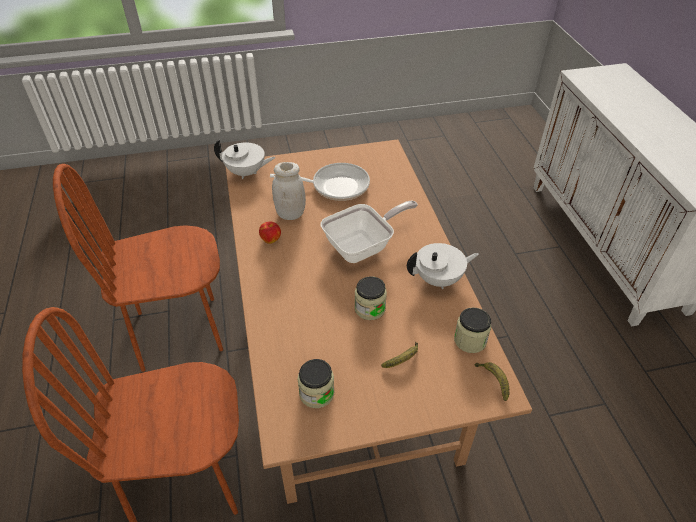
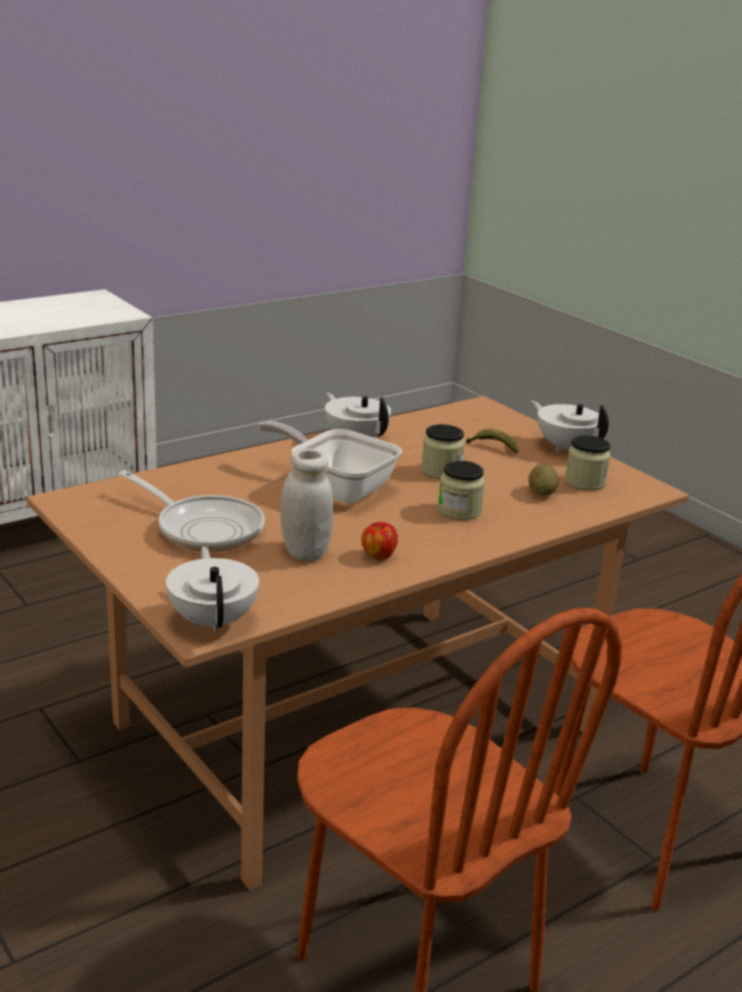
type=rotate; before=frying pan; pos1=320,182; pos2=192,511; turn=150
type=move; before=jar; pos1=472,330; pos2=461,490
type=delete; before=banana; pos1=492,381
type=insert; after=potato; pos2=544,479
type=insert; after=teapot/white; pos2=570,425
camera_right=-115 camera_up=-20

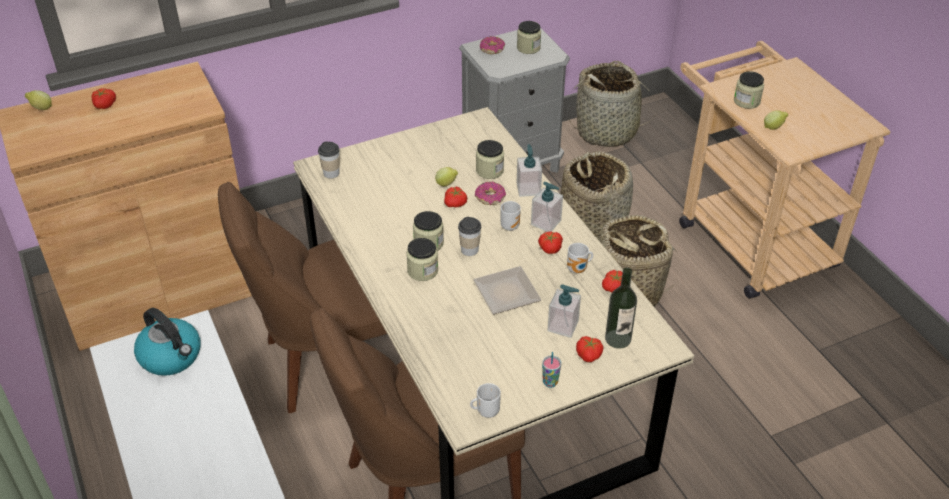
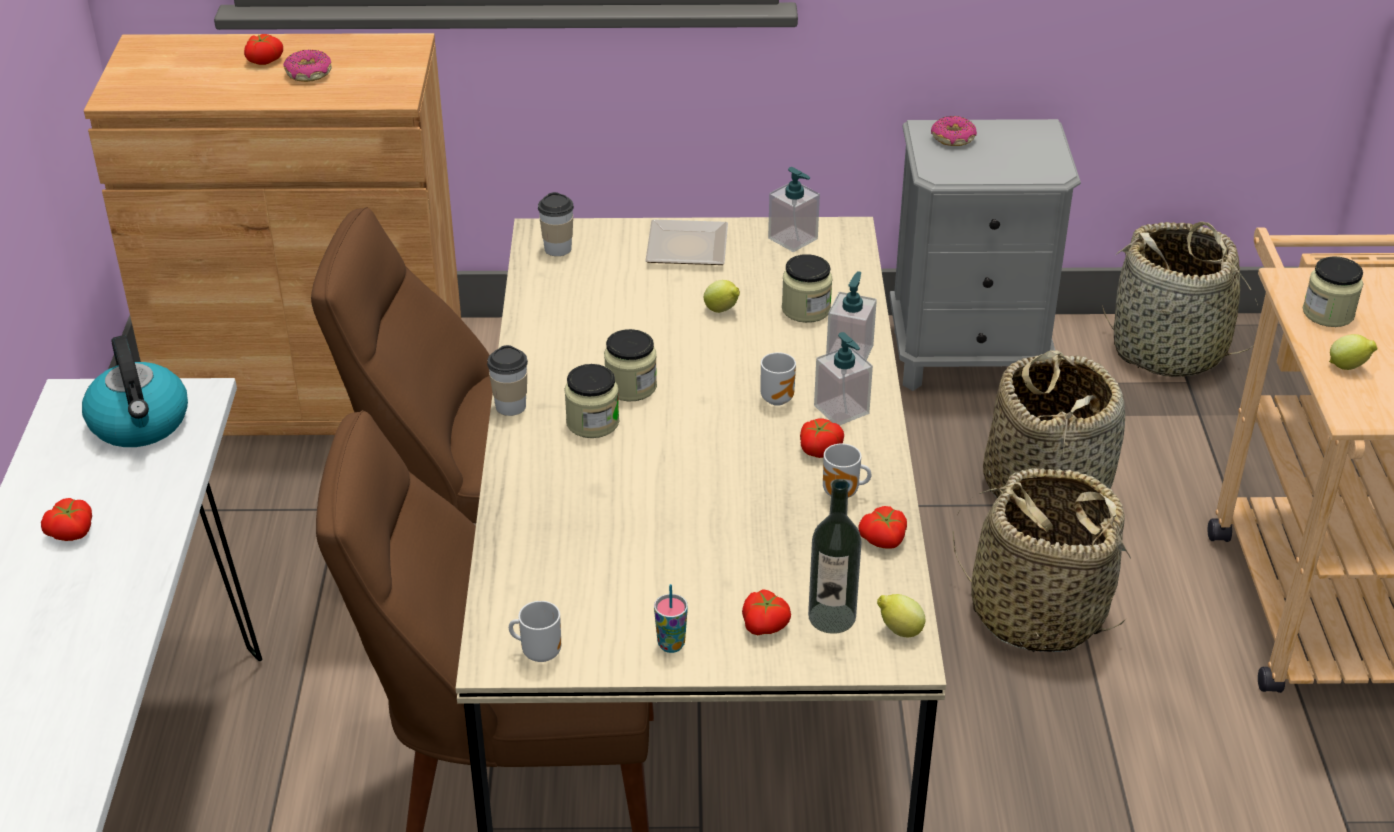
type=move; before=lemon; pos1=38,100; pos2=901,615
type=move; before=tomato; pos1=455,196; pos2=66,519
type=move; before=cup; pos1=469,236; pos2=507,380
type=move; before=plate; pos1=507,290; pos2=686,242
type=move; before=donut; pos1=490,193; pos2=307,66
type=delete; before=jar; pos1=529,37
type=move; before=soap dispenser; pos1=564,311; pos2=794,209
camera_right=25 camera_up=-5

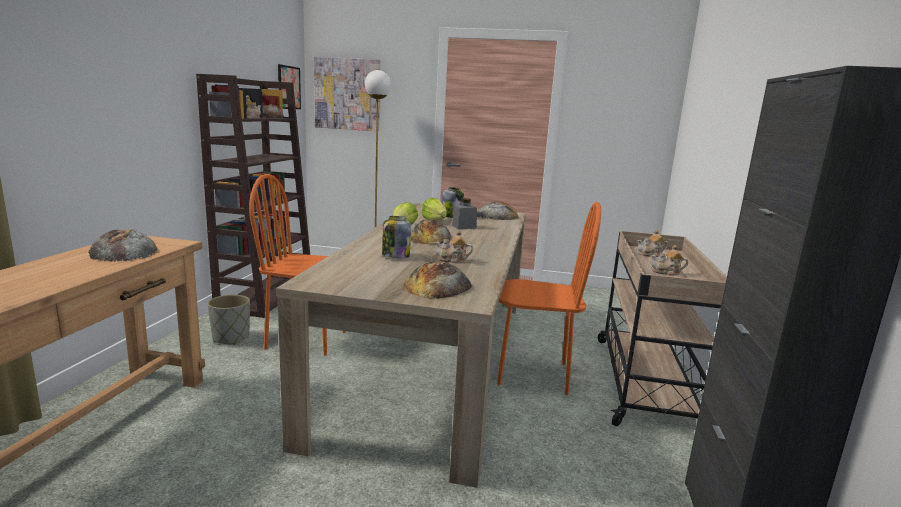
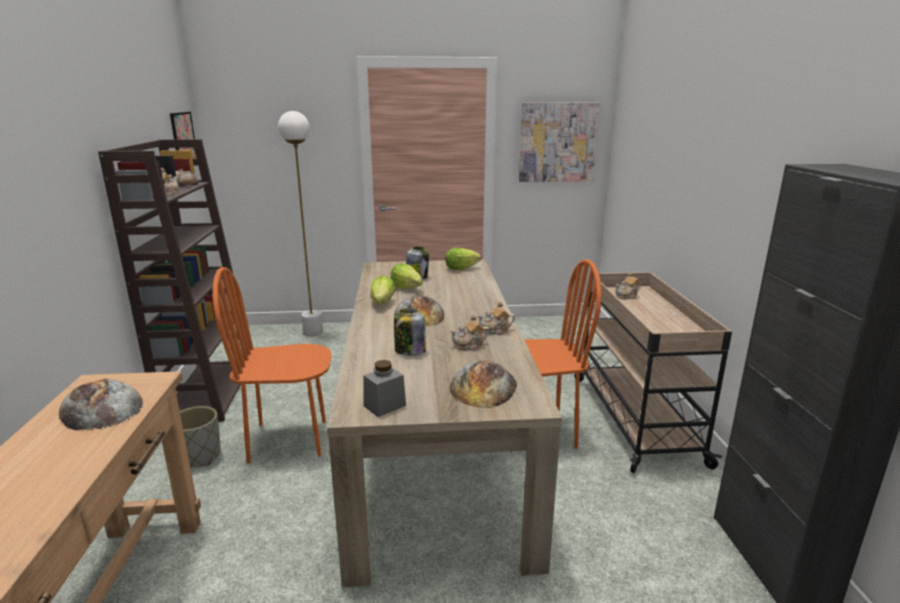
type=move; before=picture; pos1=347,94; pos2=559,142
type=move; before=jar/grey; pos1=464,213; pos2=384,388
type=replace; before=bread; after=lettuce; pos1=498,211; pos2=463,259
type=move; before=teapot; pos1=669,260; pos2=496,318
camera_right=-15 camera_up=5

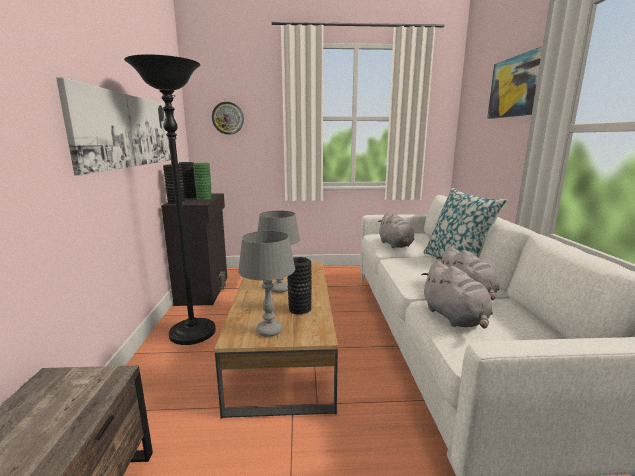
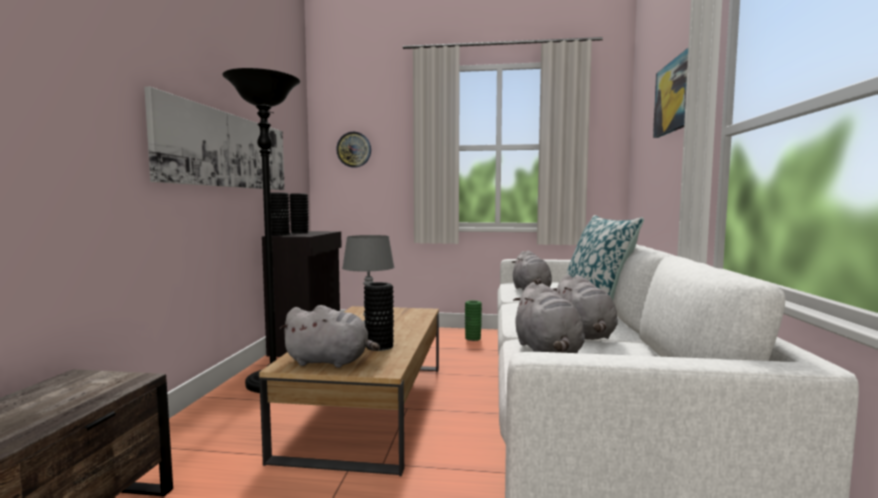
type=move; before=vase/green; pos1=202,181; pos2=473,320
type=replace; before=table lamp/grey; after=plush toy/grey; pos1=266,284; pos2=329,336
camera_right=10 camera_up=-10

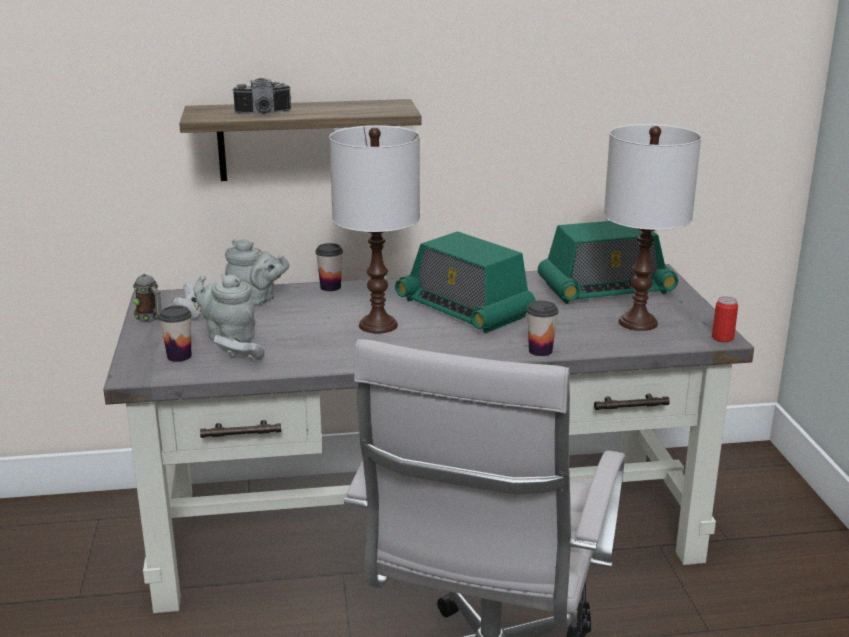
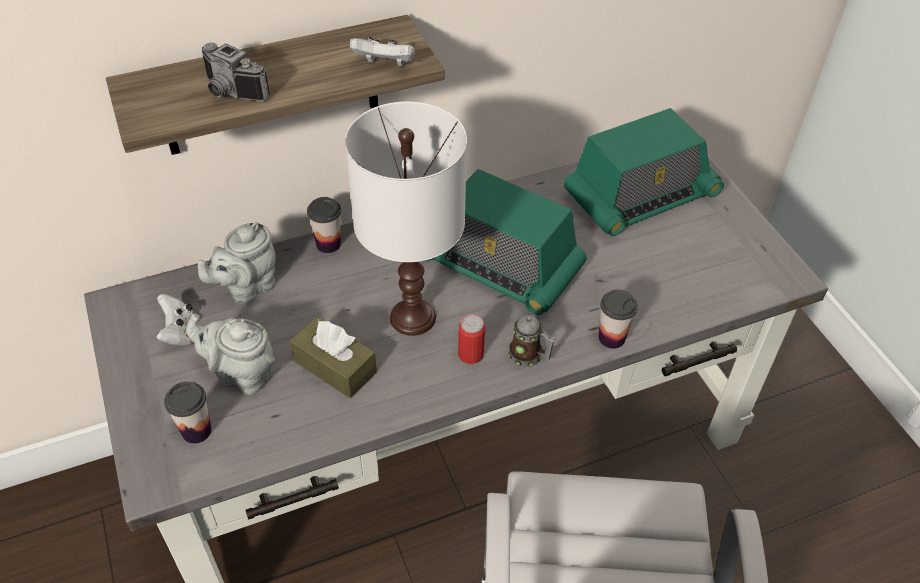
type=move; before=mug; pos1=147,297; pos2=531,341
type=move; before=game controller/white; pos1=239,348; pos2=382,51
type=rotate; before=teapot/grey; pos1=257,272; pos2=236,263; turn=135
type=rotate; before=photo camera; pos1=261,96; pos2=236,72; turn=60
type=delete; before=table lamp/white; pos1=652,227
type=move; before=can; pos1=725,319; pos2=471,339
type=insert; after=tissue box/brown; pos2=333,357
camera_right=-15 camera_up=25

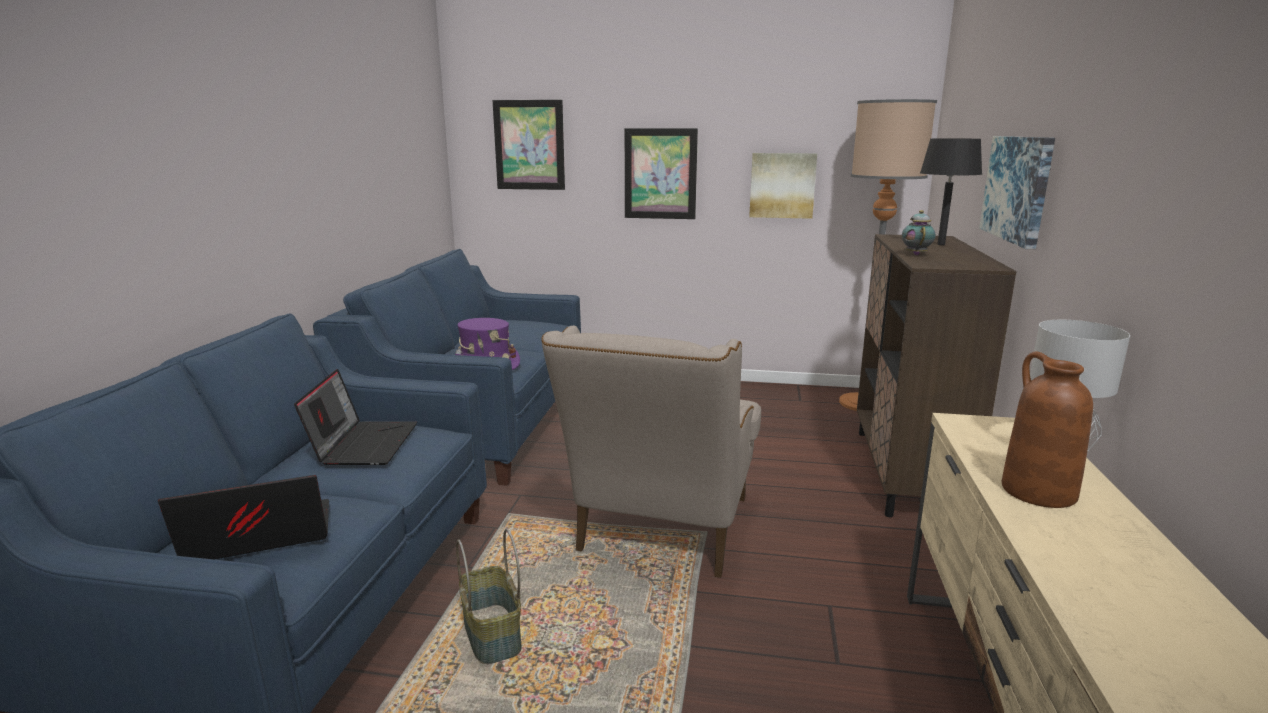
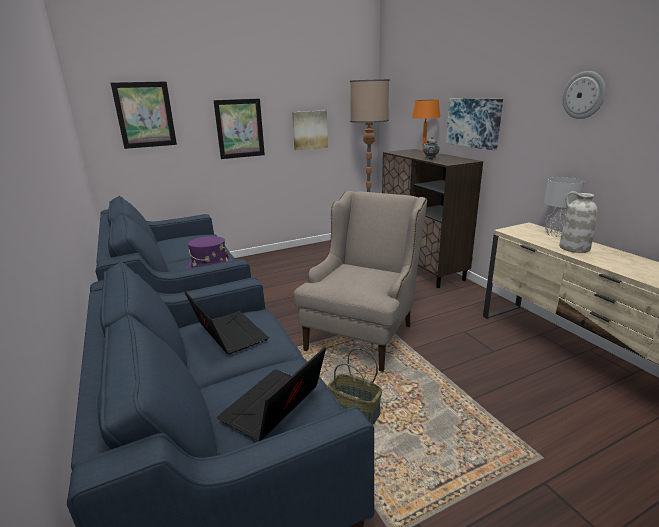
type=rotate; before=armchair/beige; pos1=651,451; pos2=360,281; turn=-135
type=recolor; before=table lamp/black; after=table lamp/orange; pos1=951,191; pos2=426,127
type=recolor; before=vase/brown; after=vase/white; pos1=1047,430; pos2=578,222
type=insert; after=wall clock; pos2=584,95
camera_right=-35 camera_up=5

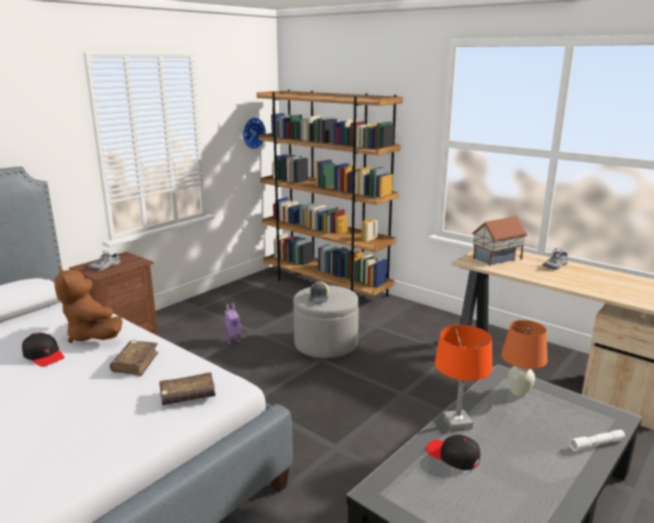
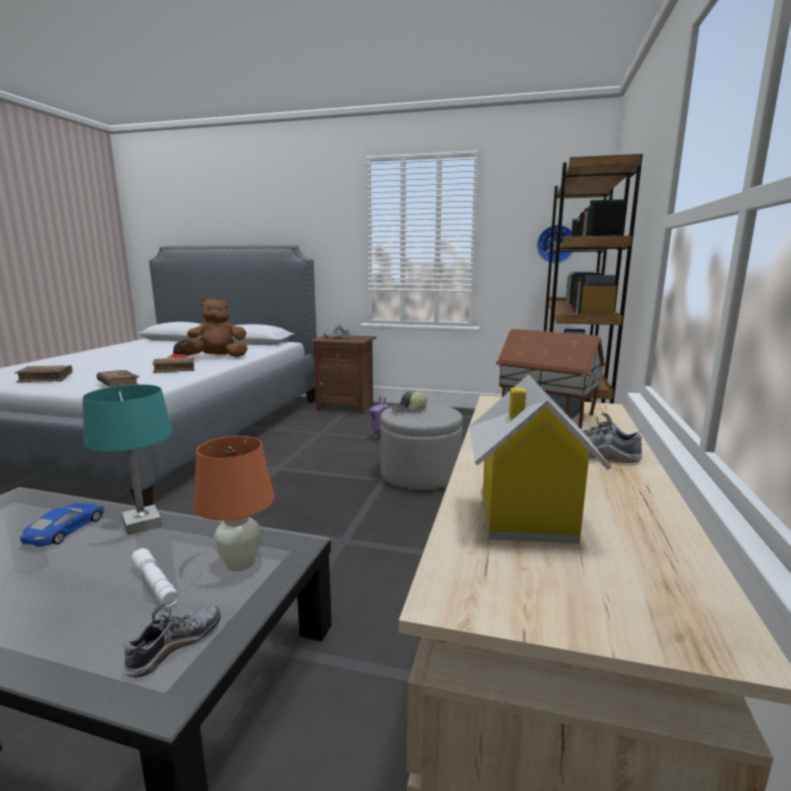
type=rotate; before=plush toy/brown; pos1=88,305; pos2=215,327; turn=45
type=replace; before=cap/black; after=toy car/blue; pos1=453,452; pos2=62,524
type=recolor; before=table lamp/orange; after=table lamp/turquoise; pos1=463,378; pos2=127,459
type=move; before=flashlight/white; pos1=597,440; pos2=155,577
type=insert; after=book/brown; pos2=44,373
type=insert; after=shoe; pos2=171,641
type=insert; after=toy house; pos2=540,459
camera_right=65 camera_up=-5

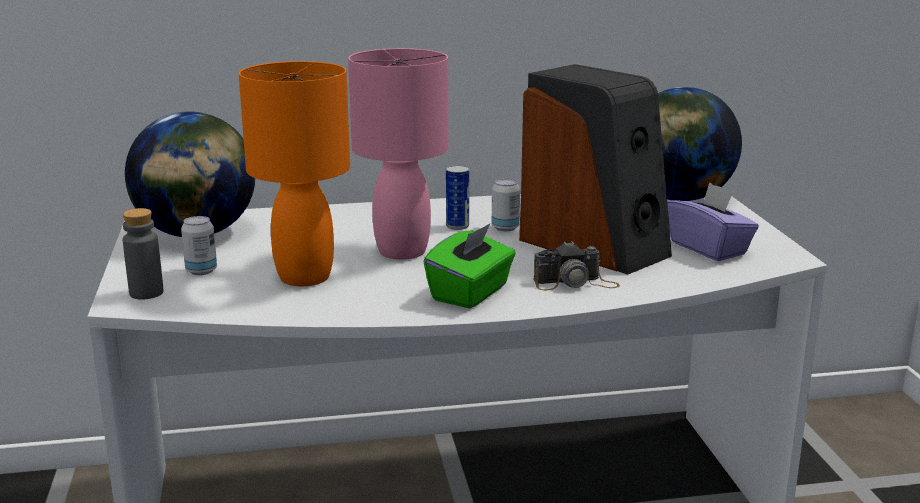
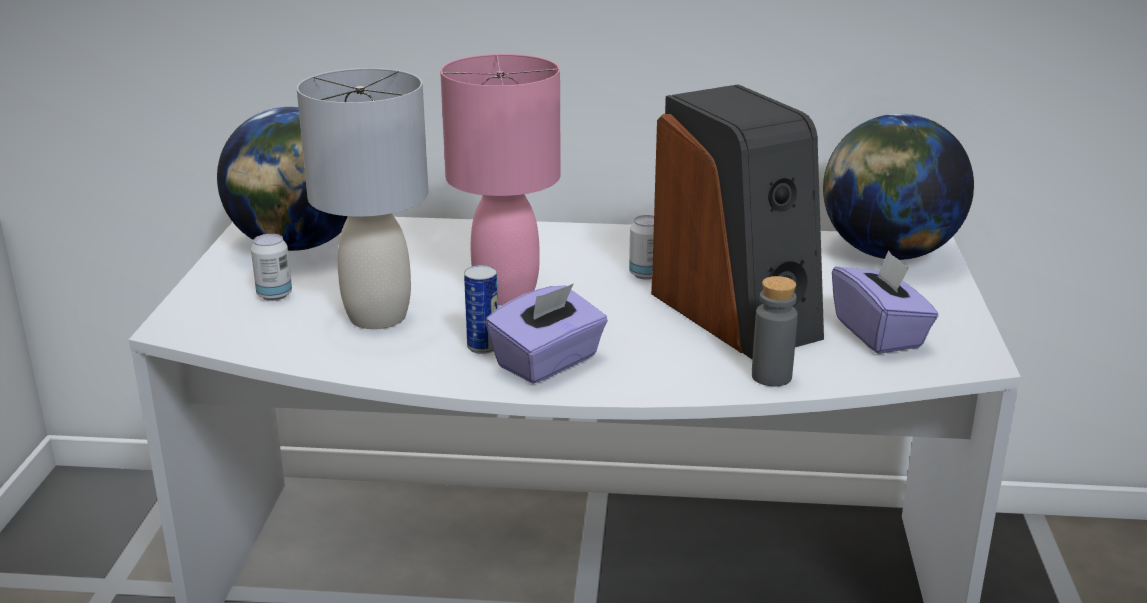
type=move; before=bottle/grey; pos1=143,254; pos2=775,331
type=recolor; before=table lamp/orange; after=table lamp/grey; pos1=294,173; pos2=363,198
type=recolor; before=tissue box/green; after=tissue box/purple; pos1=469,266; pos2=546,333
type=move; before=can; pos1=457,197; pos2=481,309
type=delete; before=photo camera; pos1=577,265
camera_right=15 camera_up=5

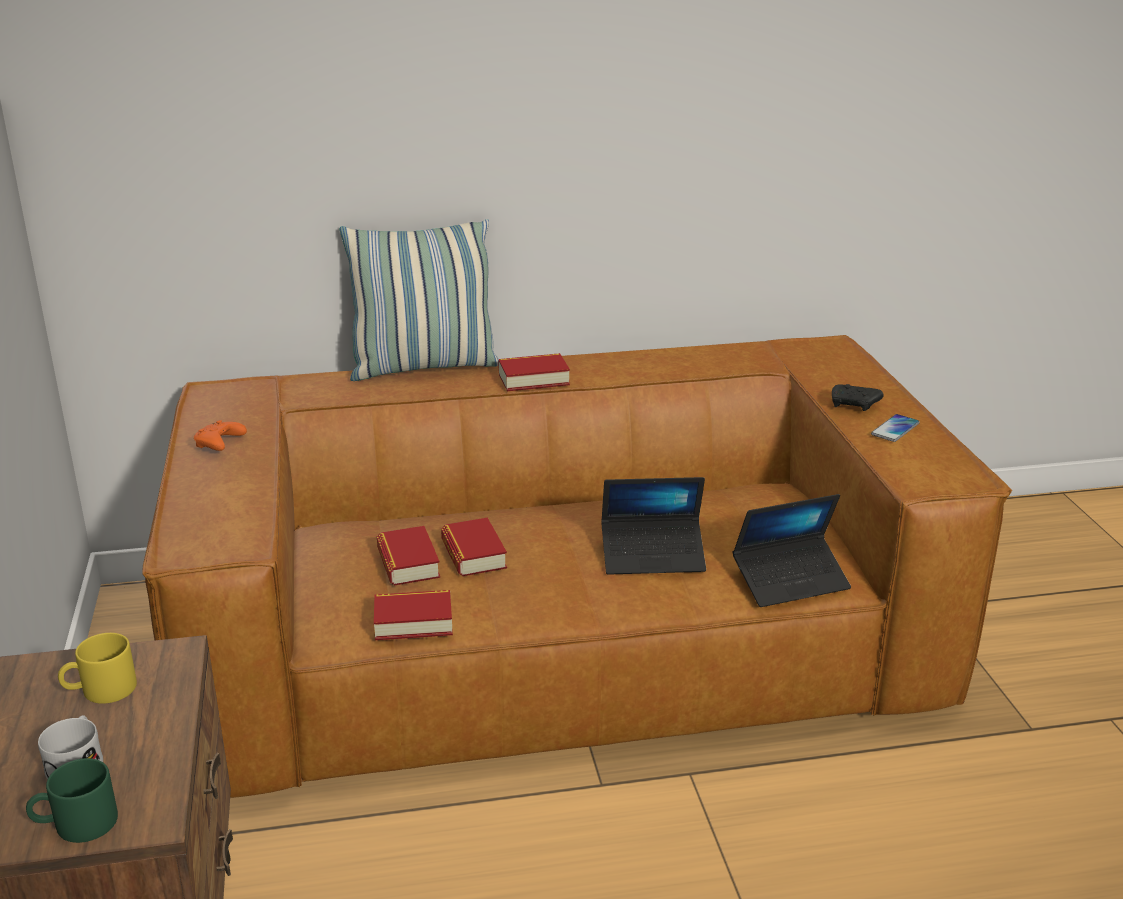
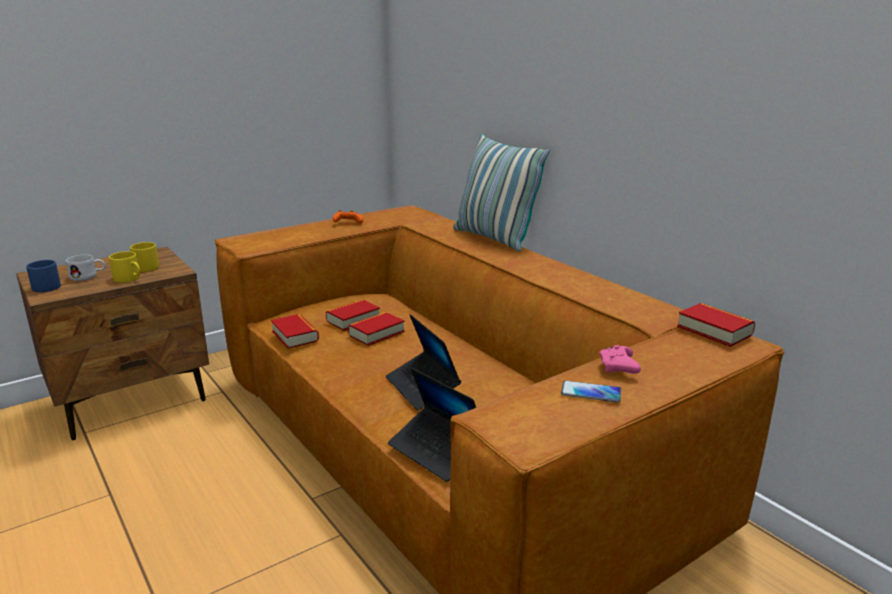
type=recolor; before=mug/green; after=mug/blue; pos1=72,800; pos2=43,276
type=move; before=book; pos1=534,372; pos2=716,325
type=recolor; before=game controller/black; after=game controller/pink; pos1=857,397; pos2=620,359
type=insert; after=mug/yellow; pos2=124,267
camera_right=65 camera_up=-5

